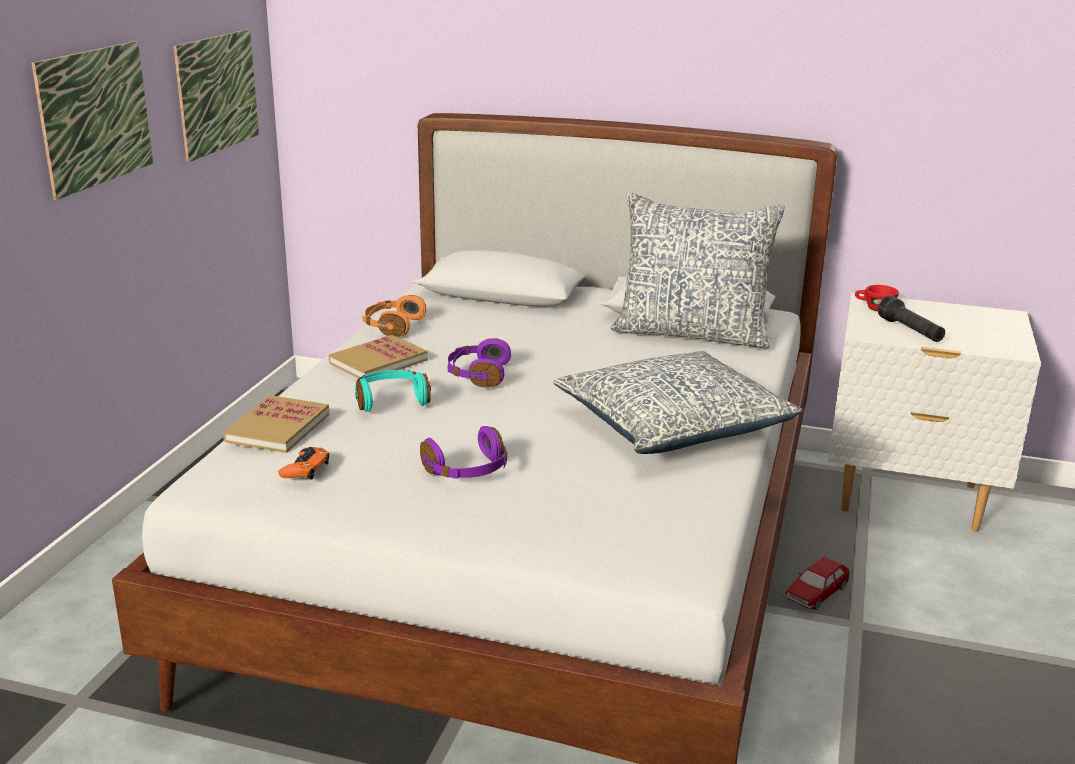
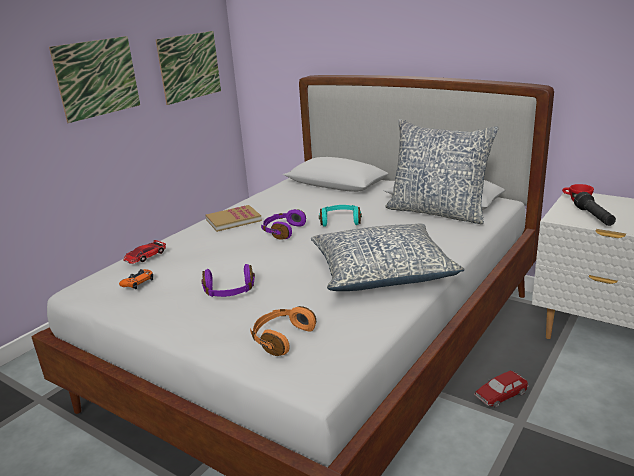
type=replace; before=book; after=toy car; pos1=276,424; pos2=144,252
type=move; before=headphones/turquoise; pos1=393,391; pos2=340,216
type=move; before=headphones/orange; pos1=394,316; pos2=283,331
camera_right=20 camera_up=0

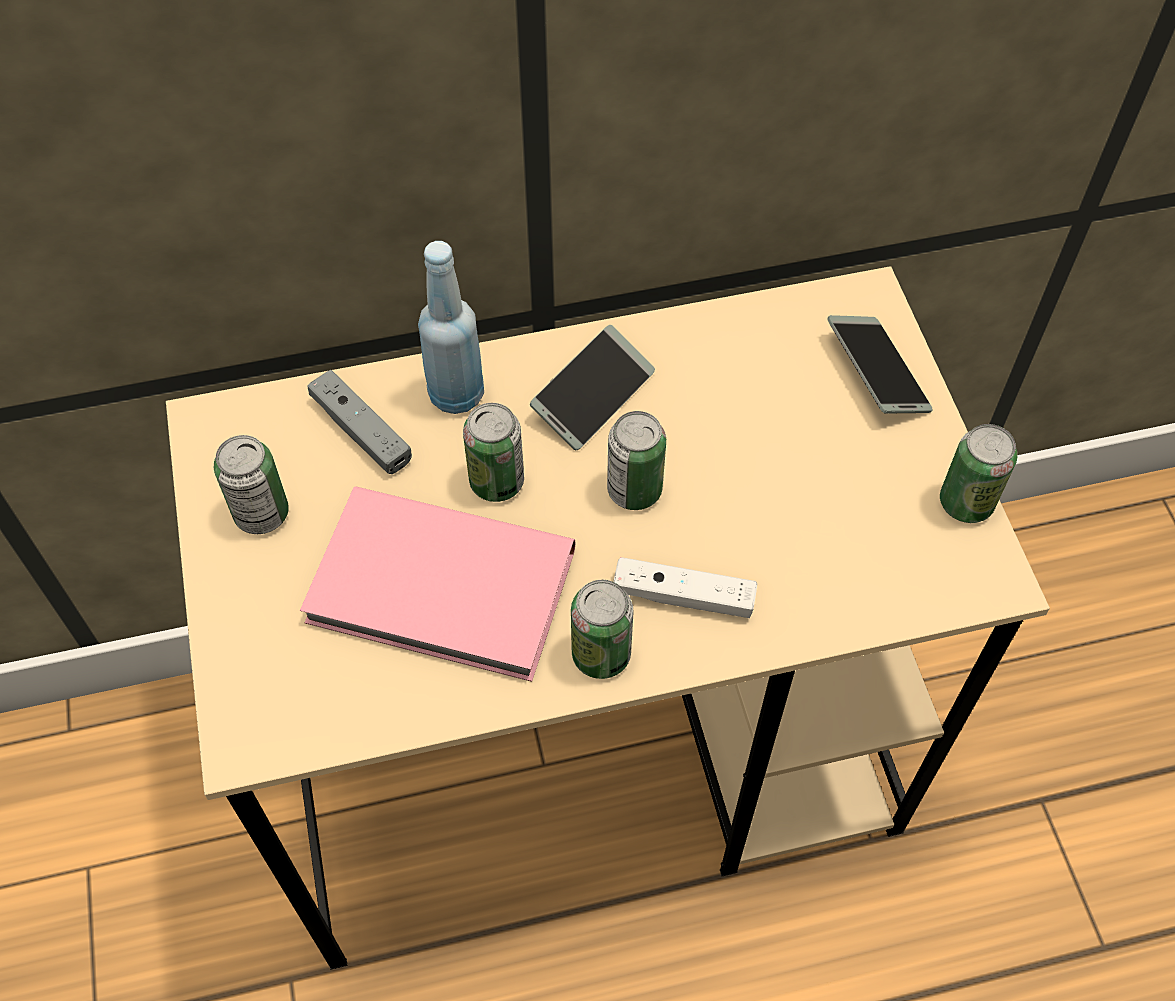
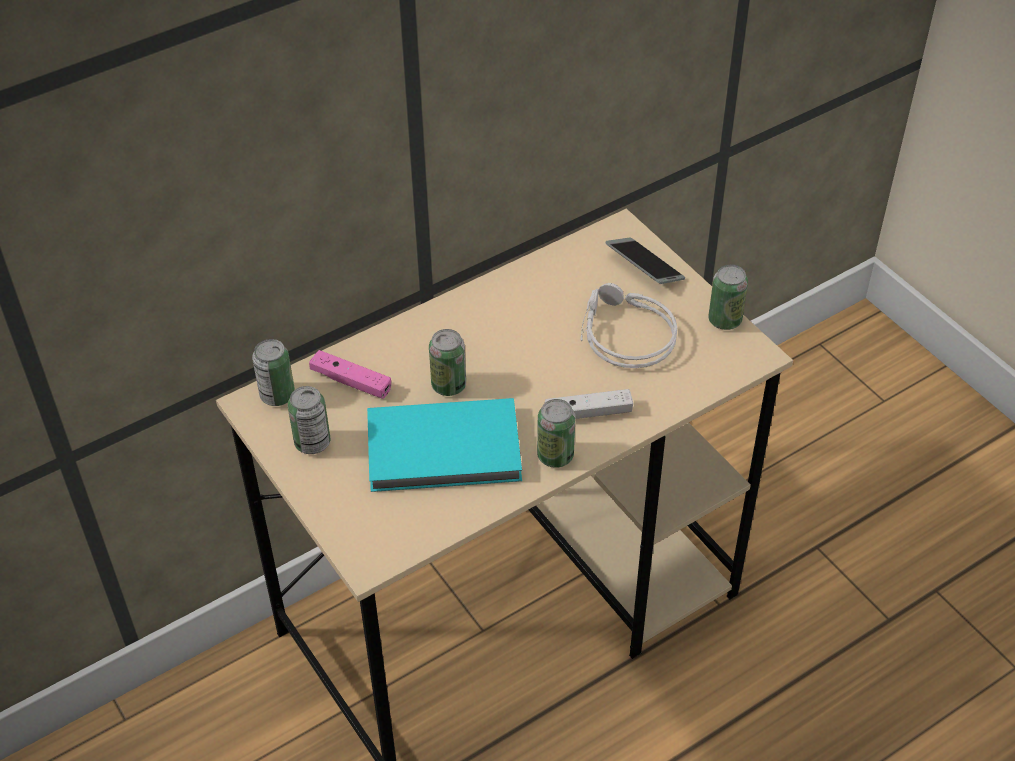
type=recolor; before=book/pink; after=book/turquoise; pos1=437,584; pos2=444,445
type=recolor; before=game controller/grey; after=game controller/pink; pos1=359,422; pos2=350,374
type=delete; before=bottle/blue; pos1=451,327
type=delete; before=phone; pos1=592,387
type=move; before=can; pos1=636,460; pos2=273,372
type=insert; after=headphones/grey; pos2=628,325
camera_right=-20 camera_up=-10

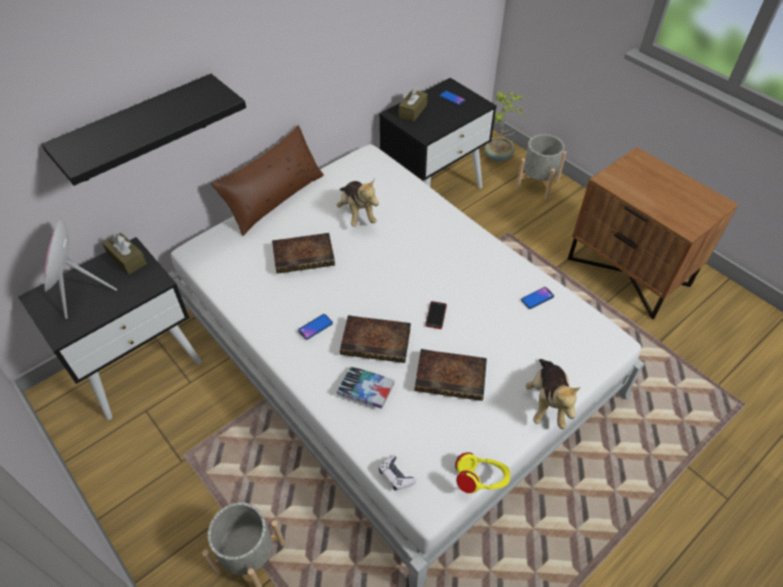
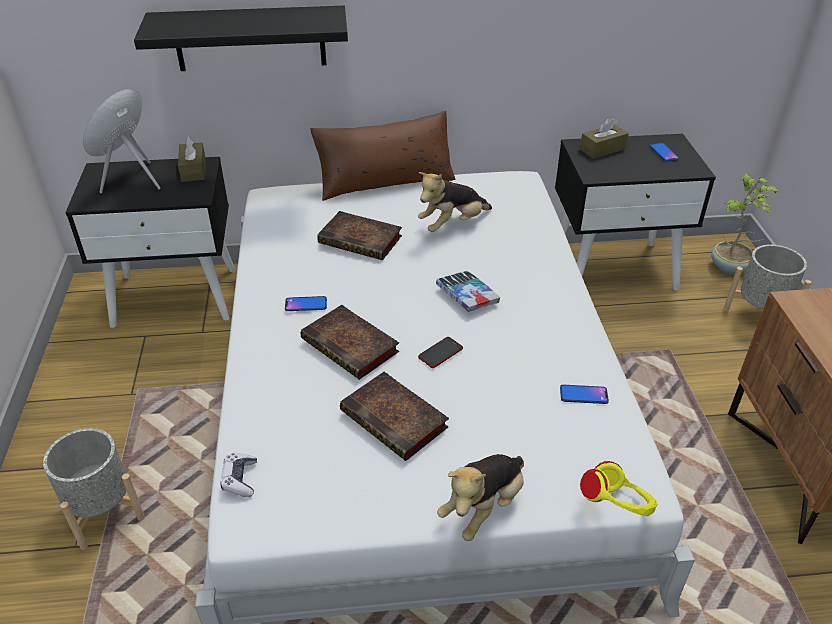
type=rotate; before=plush toy; pos1=358,203; pos2=455,202; turn=45
type=move; before=book; pos1=366,387; pos2=468,291
type=move; before=headphones/yellow; pos1=482,473; pos2=618,488
camera_right=35 camera_up=-10

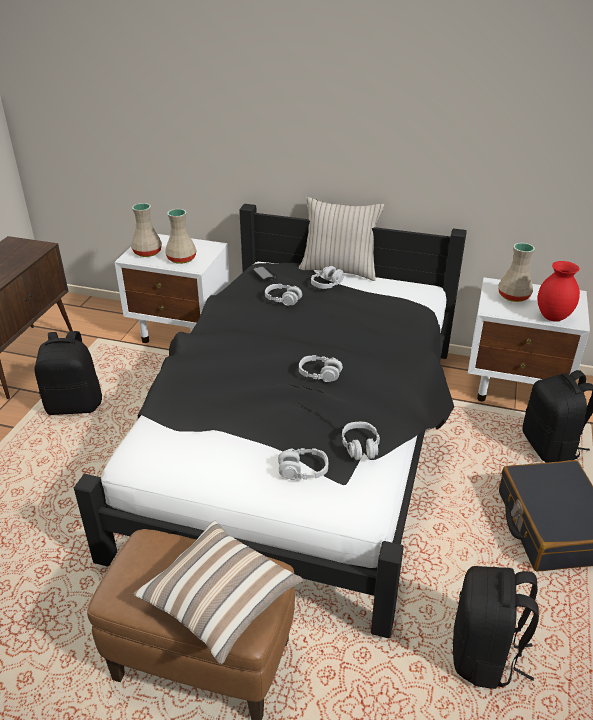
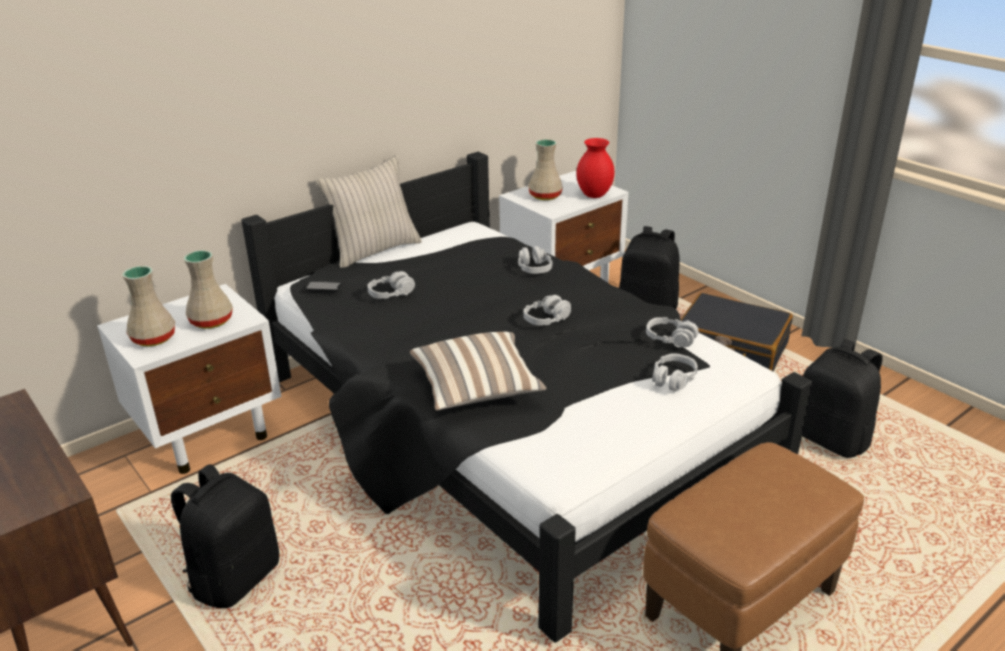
type=move; before=pillow; pos1=218,592; pos2=478,371
type=move; before=headphones/grey; pos1=327,277; pos2=535,260
camera_right=-55 camera_up=-5

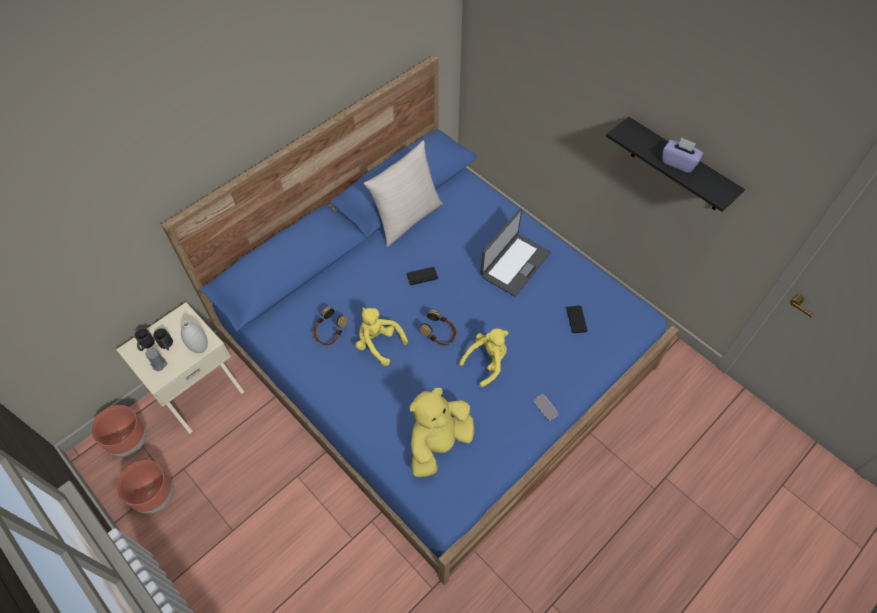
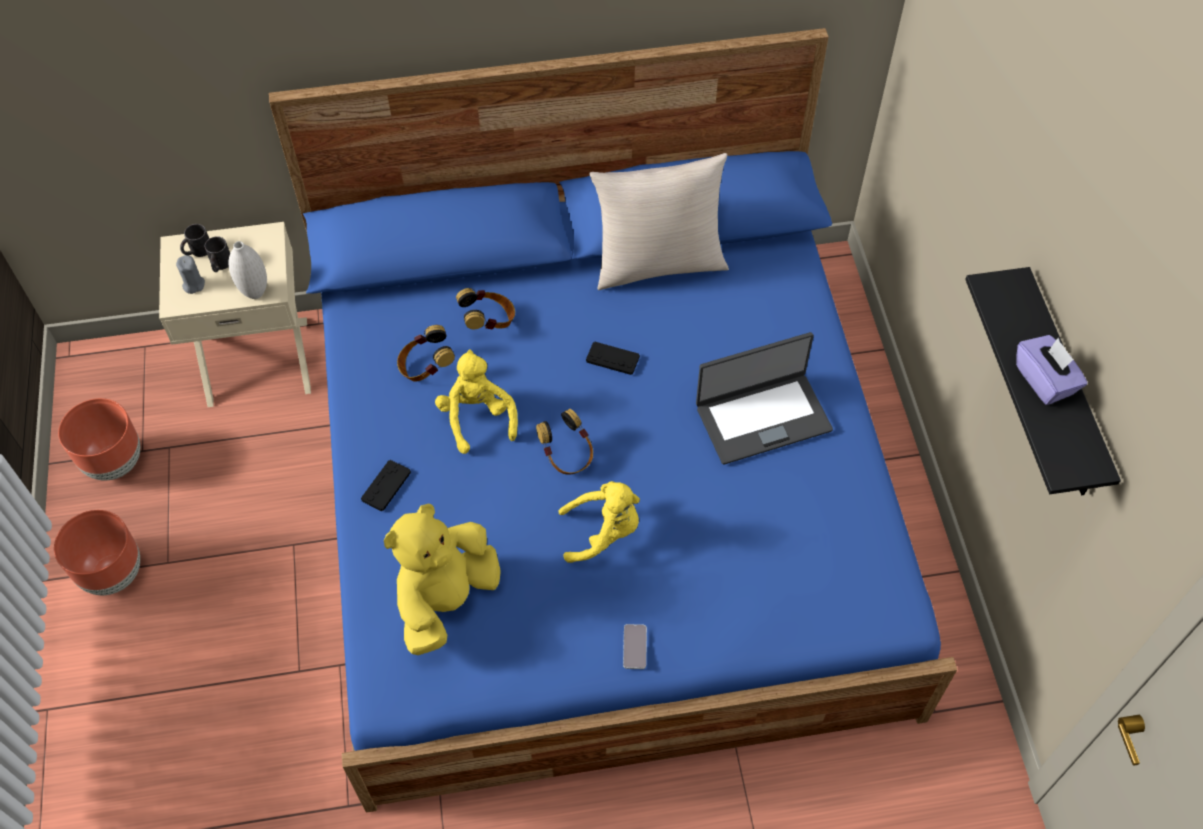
type=move; before=planter/brown; pos1=118,431; pos2=97,552
type=rotate; before=plush toy/yellow; pos1=442,432; pos2=442,579; turn=-45
type=move; before=game controller/black; pos1=576,319; pos2=386,485
type=insert; after=headphones; pos2=485,309
camera_right=35 camera_up=0

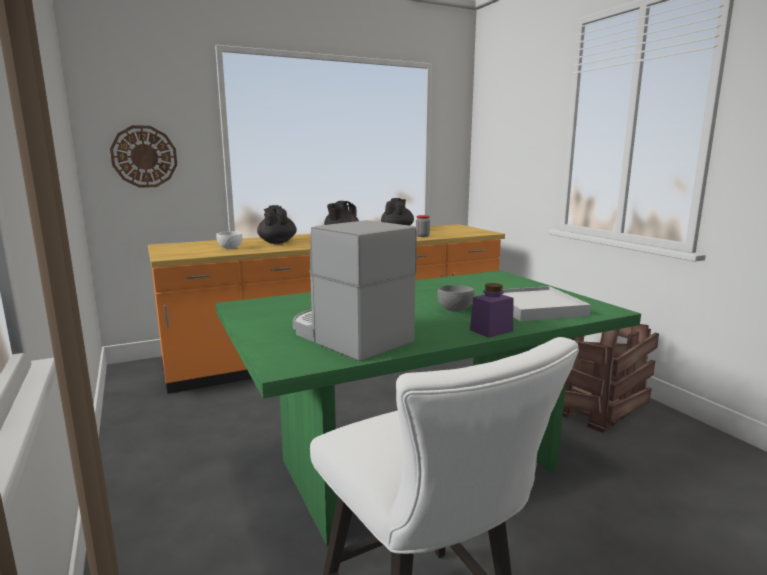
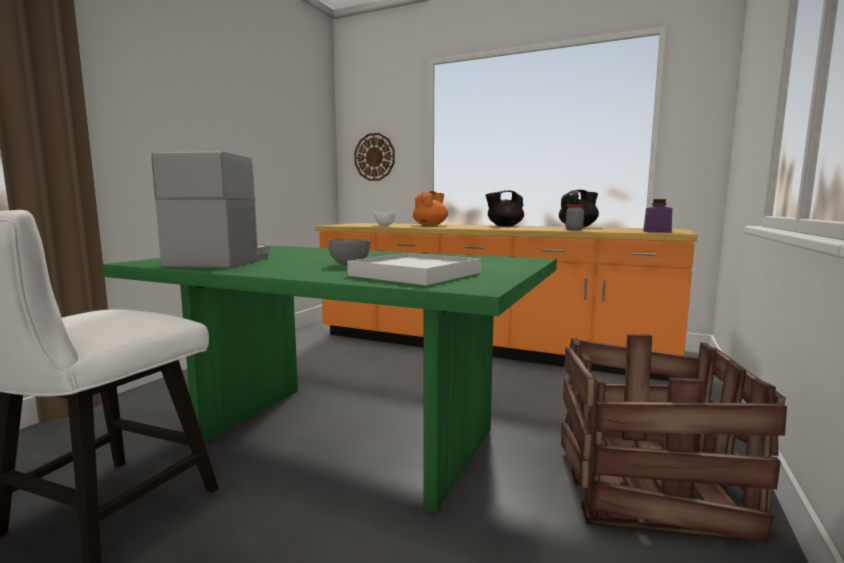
type=recolor; before=teapot/black; after=teapot/orange; pos1=277,224; pos2=430,208
type=move; before=jar/purple; pos1=492,310; pos2=657,215
camera_right=50 camera_up=-5

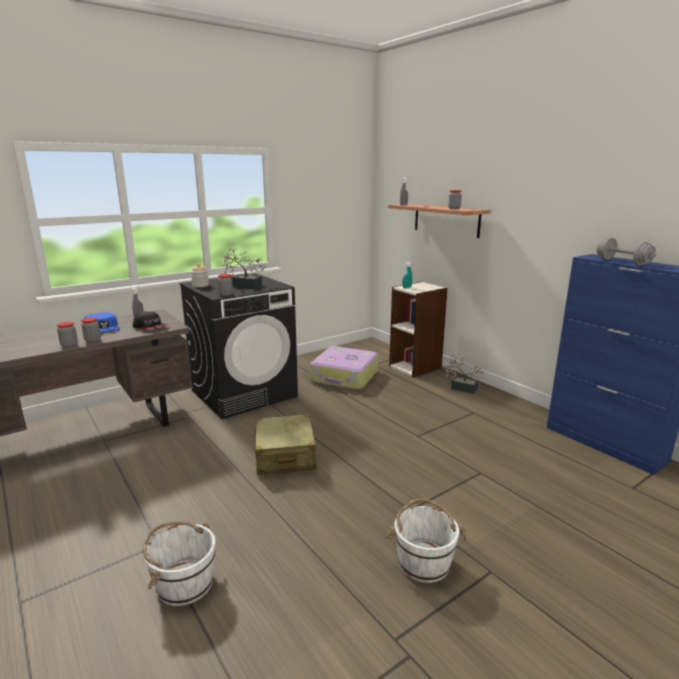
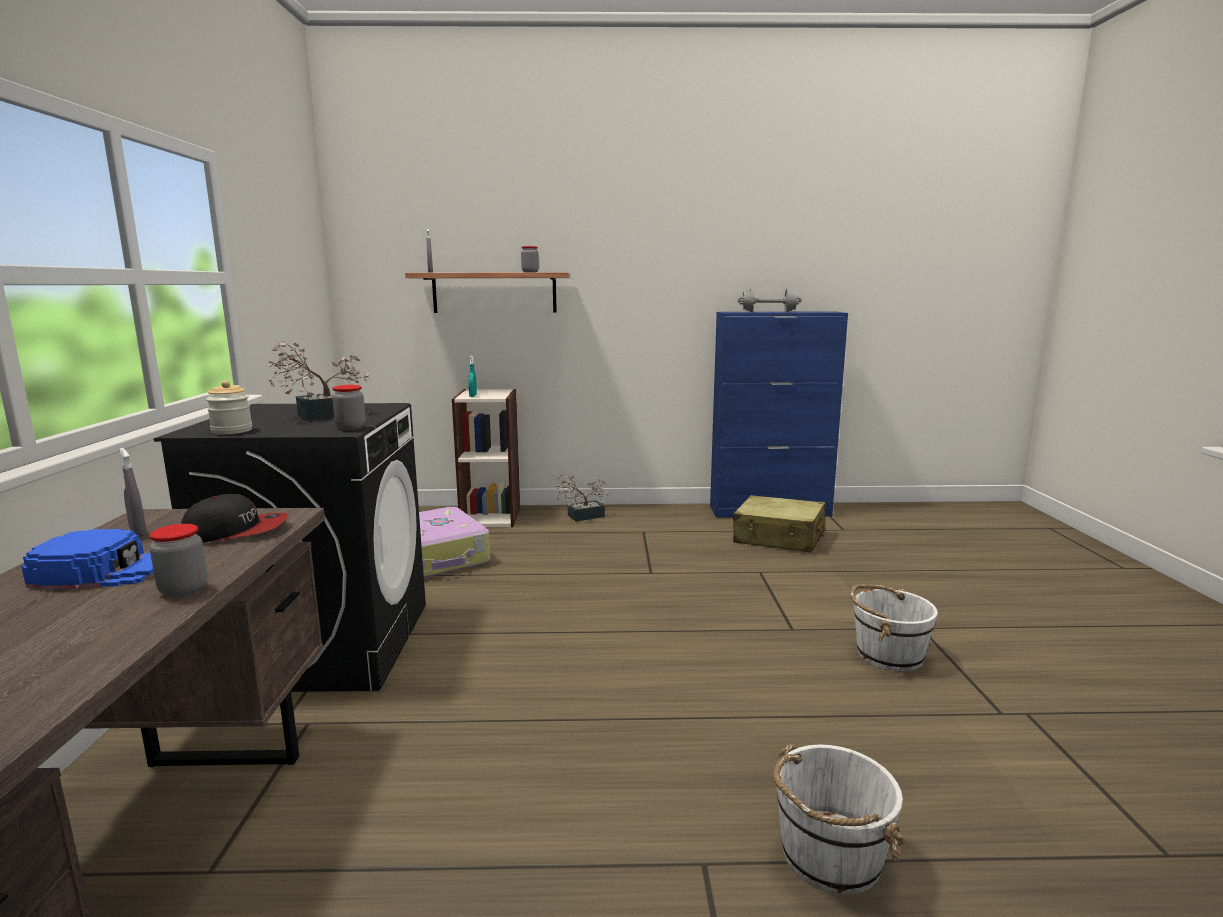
type=delete; before=jar; pos1=67,335
type=move; before=suitcase/beige; pos1=285,444; pos2=779,524
camera_right=-55 camera_up=-5

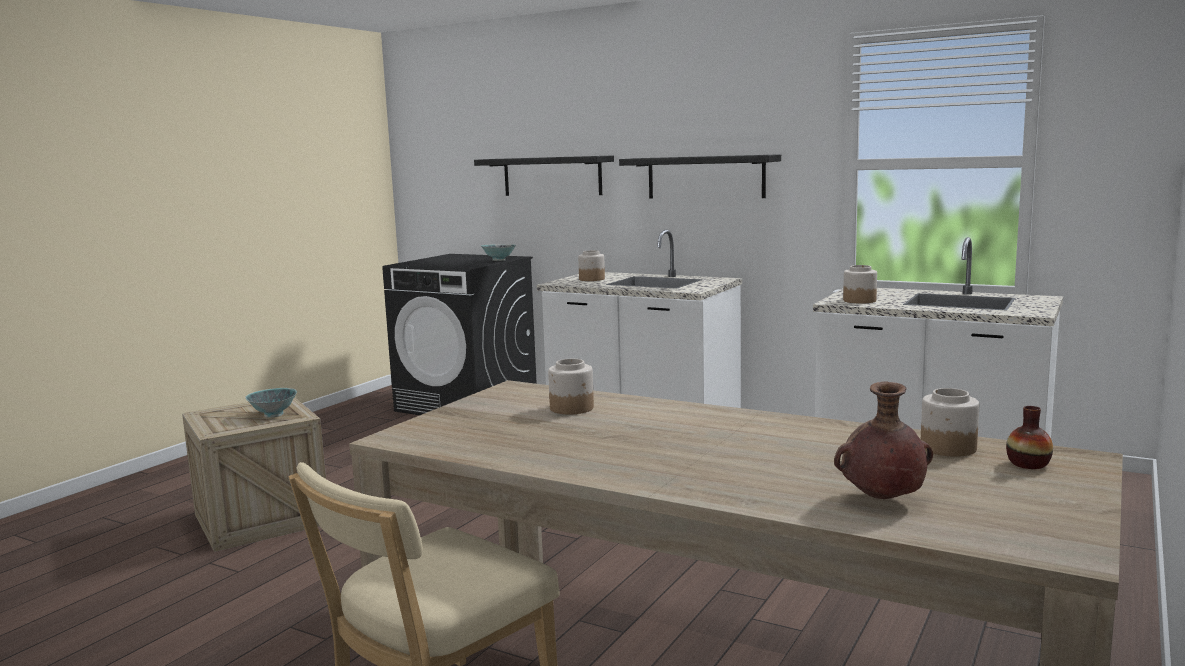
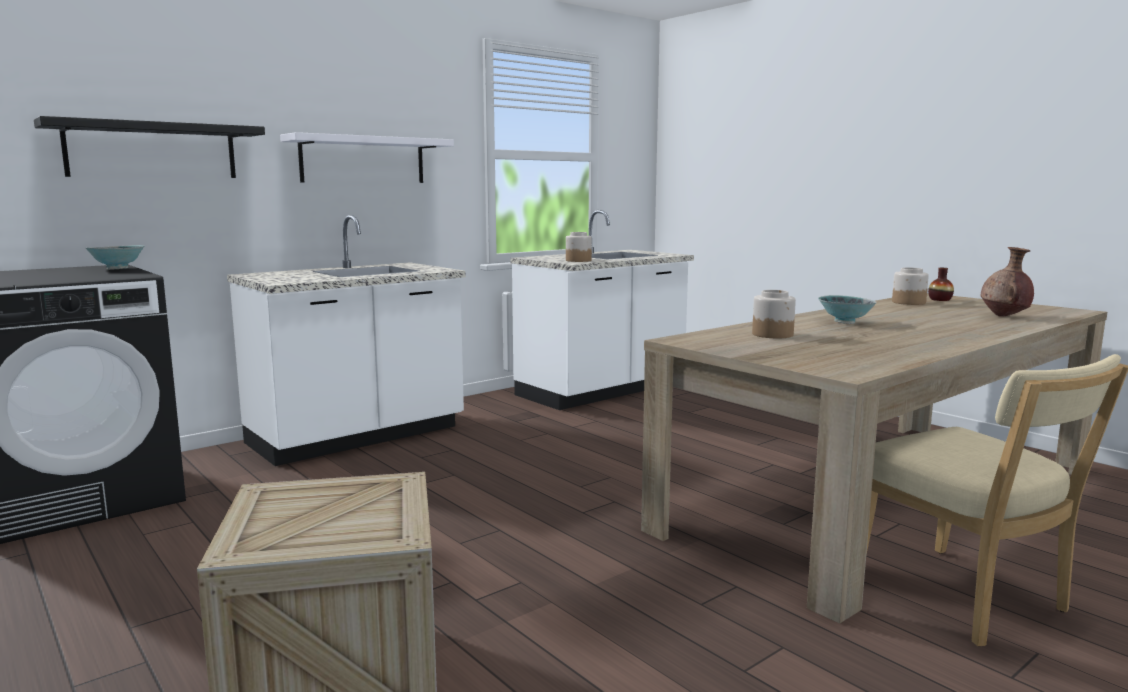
type=move; before=bowl; pos1=271,403; pos2=847,309
type=delete; before=jar; pos1=591,265
type=recolor; before=shelf/black; after=shelf/white; pos1=700,176; pos2=367,157
camera_right=-70 camera_up=0

